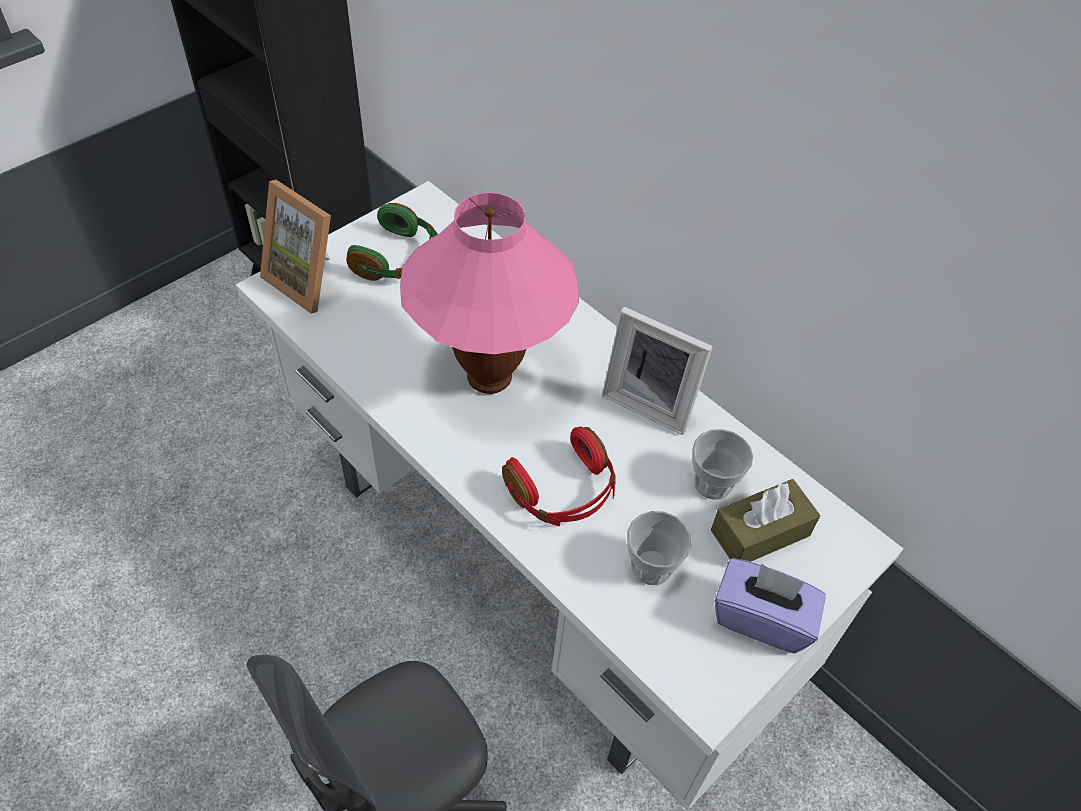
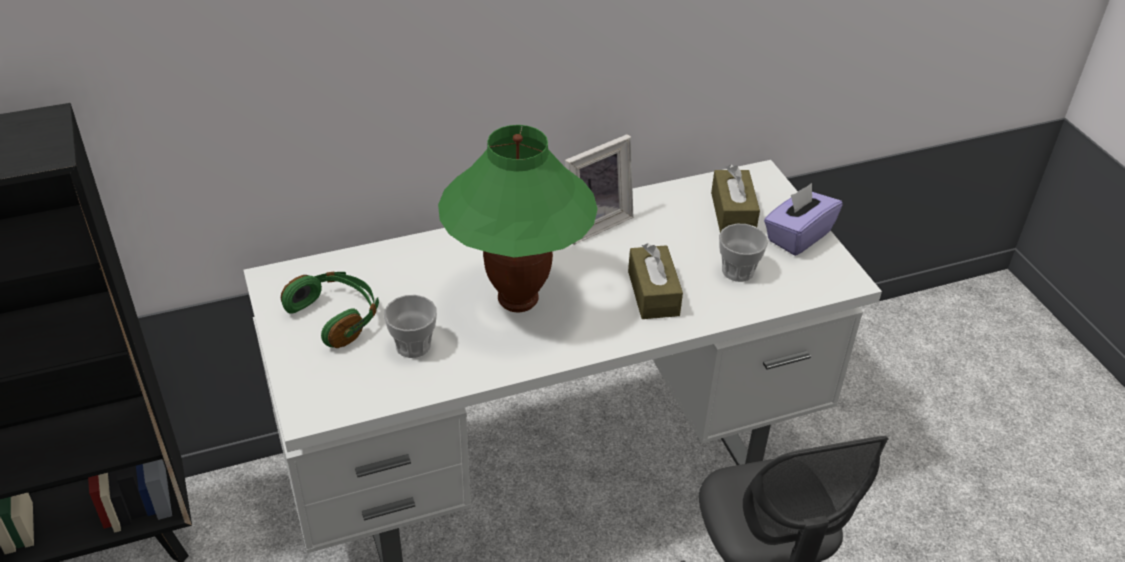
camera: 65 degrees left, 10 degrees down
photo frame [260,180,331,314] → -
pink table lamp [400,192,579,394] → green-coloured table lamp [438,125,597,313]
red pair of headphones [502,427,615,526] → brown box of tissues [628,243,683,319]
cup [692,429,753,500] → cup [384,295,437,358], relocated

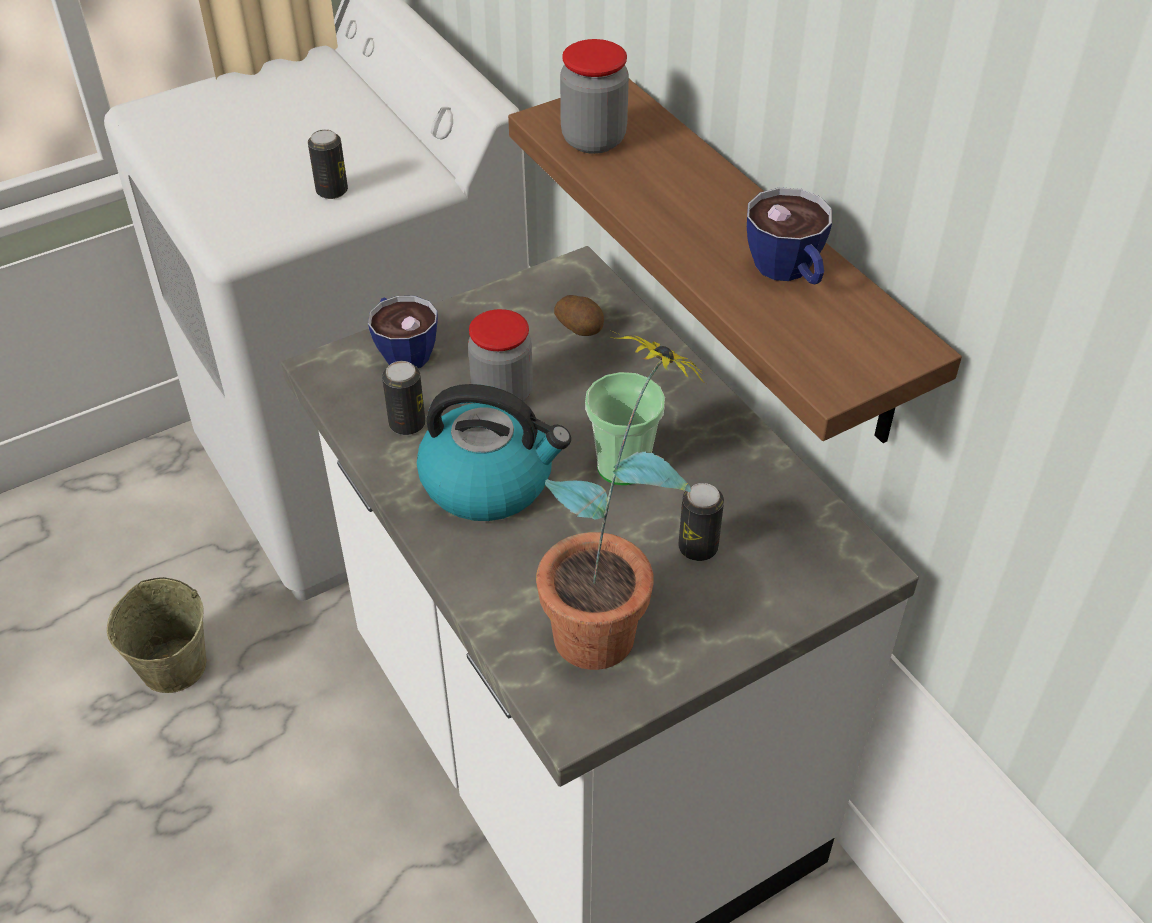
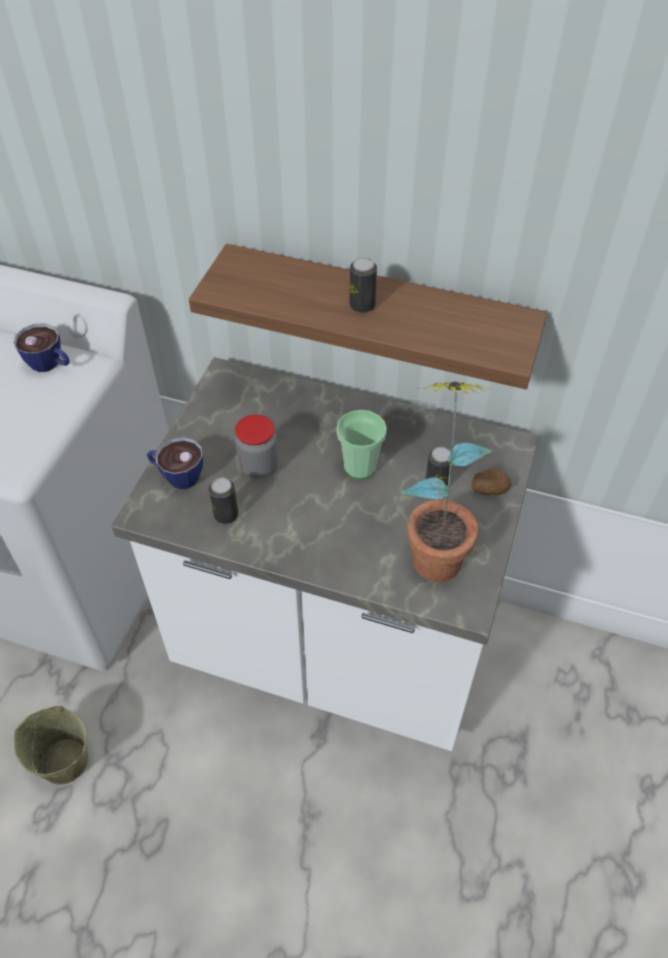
camera: 40 degrees left, 5 degrees up
sealed can [308,129,348,199] → sealed can [349,257,377,313], relocated
water kettle [417,384,571,521] → -
spud [554,295,604,336] → spud [472,469,512,496], relocated
jar [560,39,629,154] → -
cup [747,187,832,284] → cup [13,323,70,372], relocated

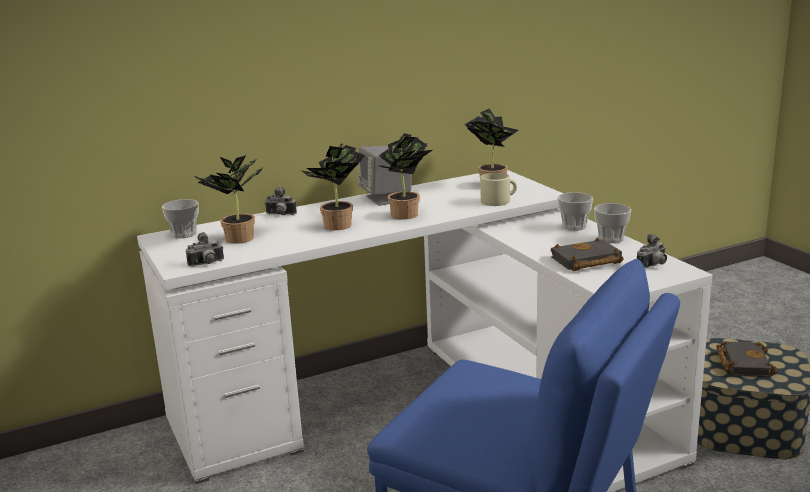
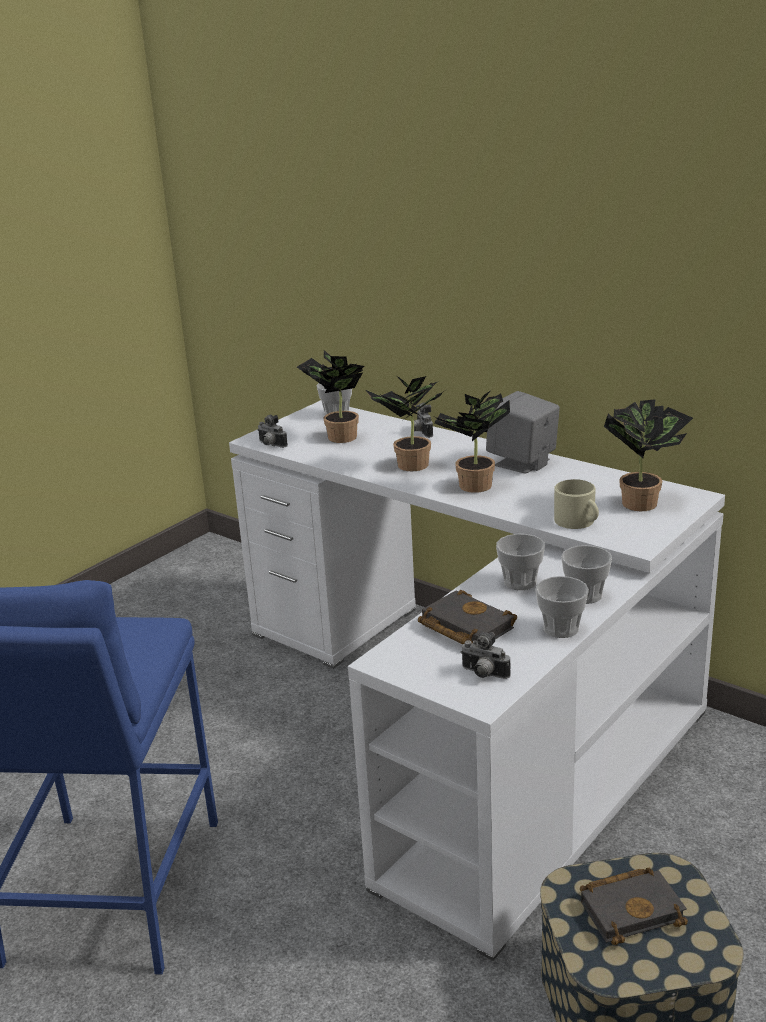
camera: 65 degrees right, 5 degrees up
- → cup [496,534,545,590]

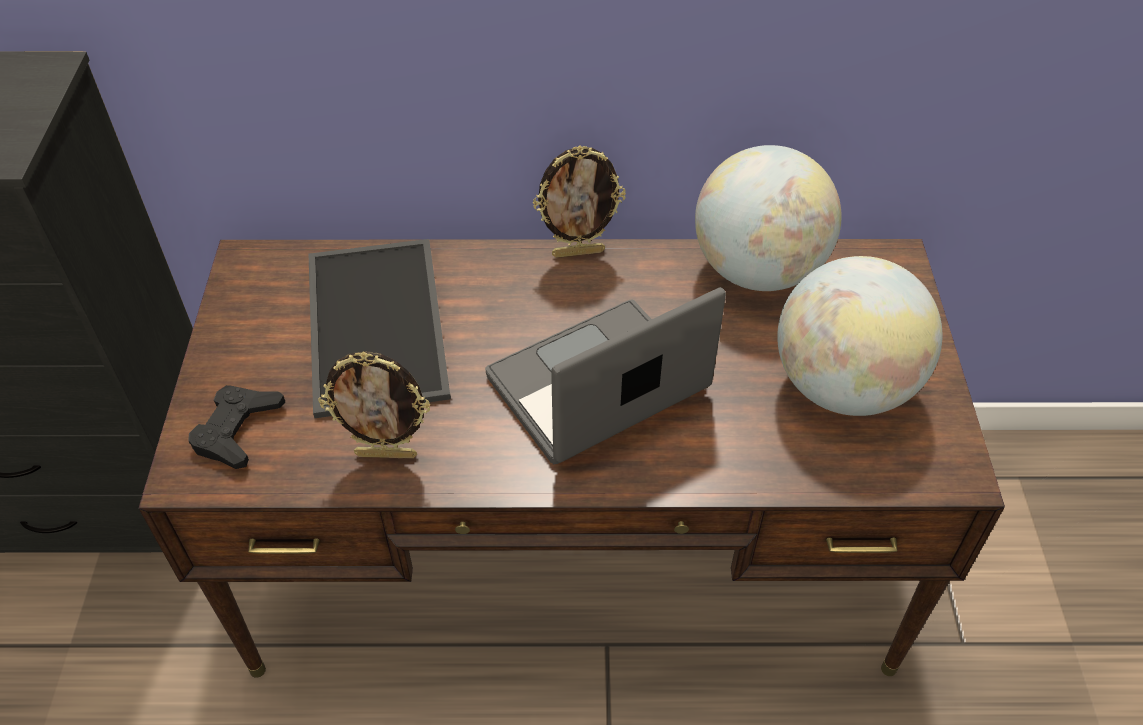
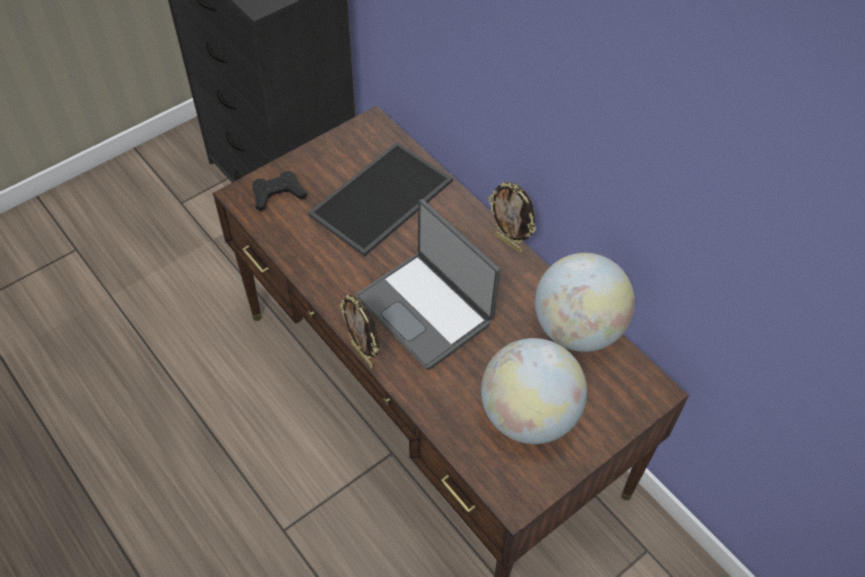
camera: 50 degrees right, 5 degrees up
photo frame [318,351,430,459] → photo frame [339,294,379,368], relocated
laptop [485,287,726,464] → laptop [355,199,500,370], 150 degrees counterclockwise

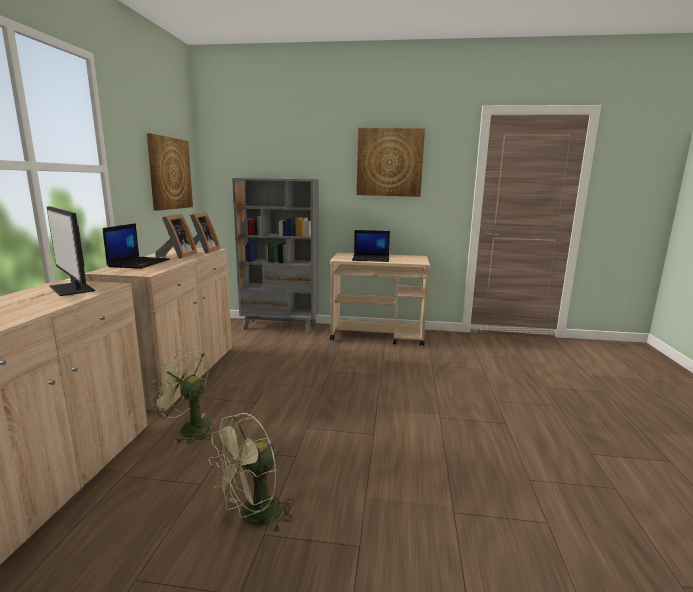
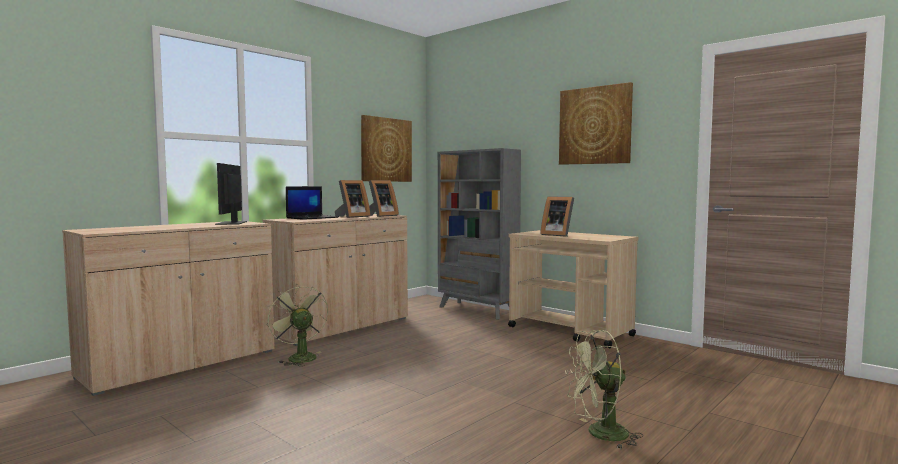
camera: 35 degrees right, 10 degrees down
green-coloured fan [209,413,295,532] → green-coloured fan [565,330,643,449], relocated
laptop [352,230,390,262] → photo frame [540,196,574,237]

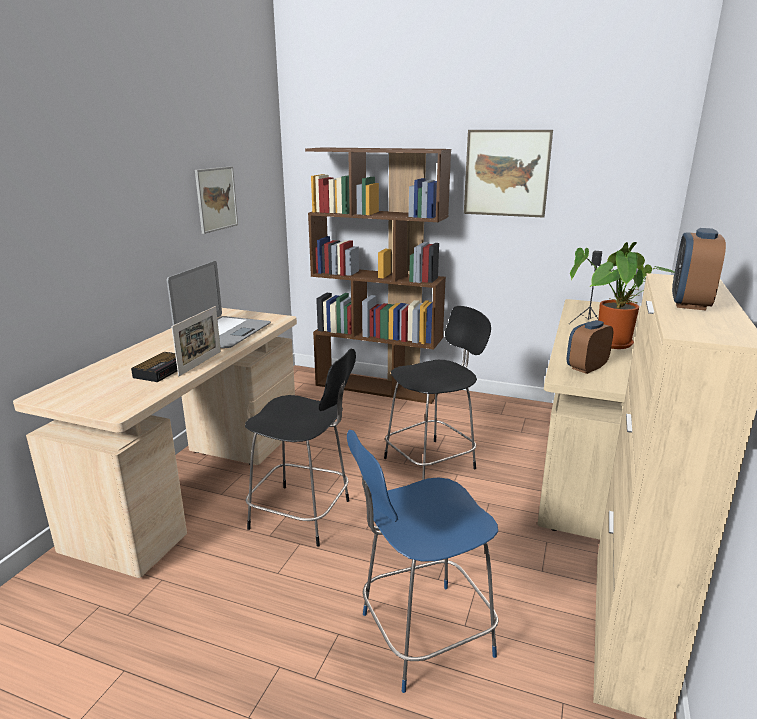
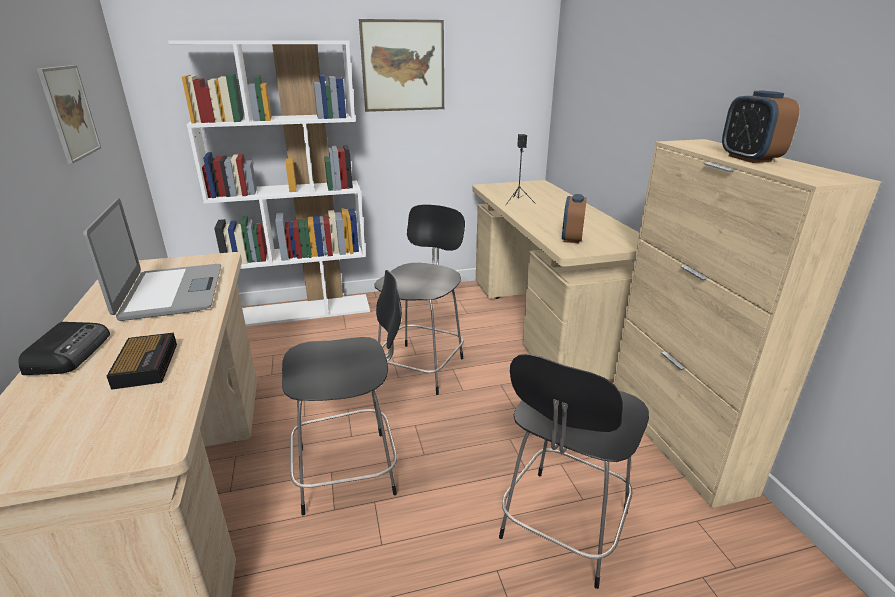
camera: 35 degrees left, 5 degrees up
photo frame [171,306,221,376] → -
brown bookshelf [305,147,451,404] → white bookshelf [168,40,370,327]
blue-coloured plain chair [347,430,498,693] → blackish plain chair [499,354,649,589]
houseplant [570,242,675,349] → -
- → radio receiver [18,322,110,375]

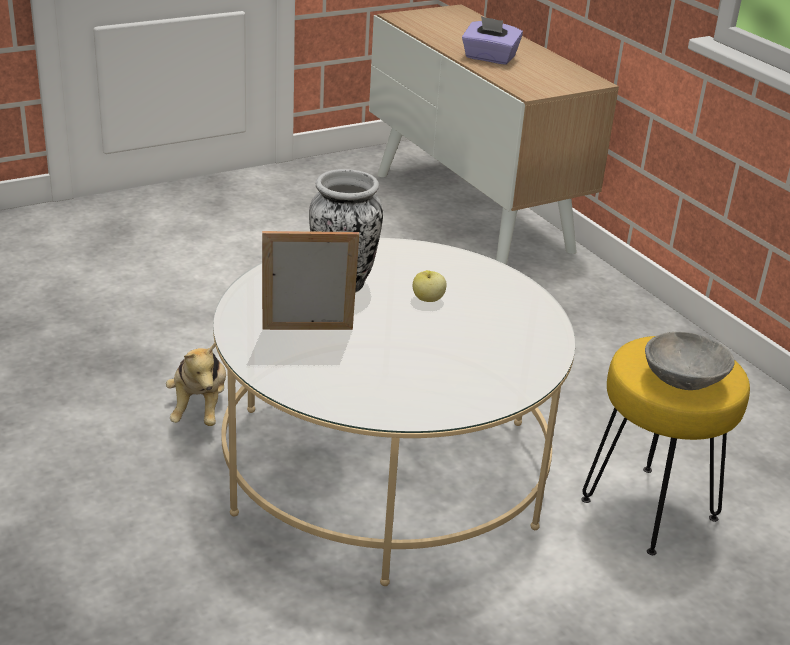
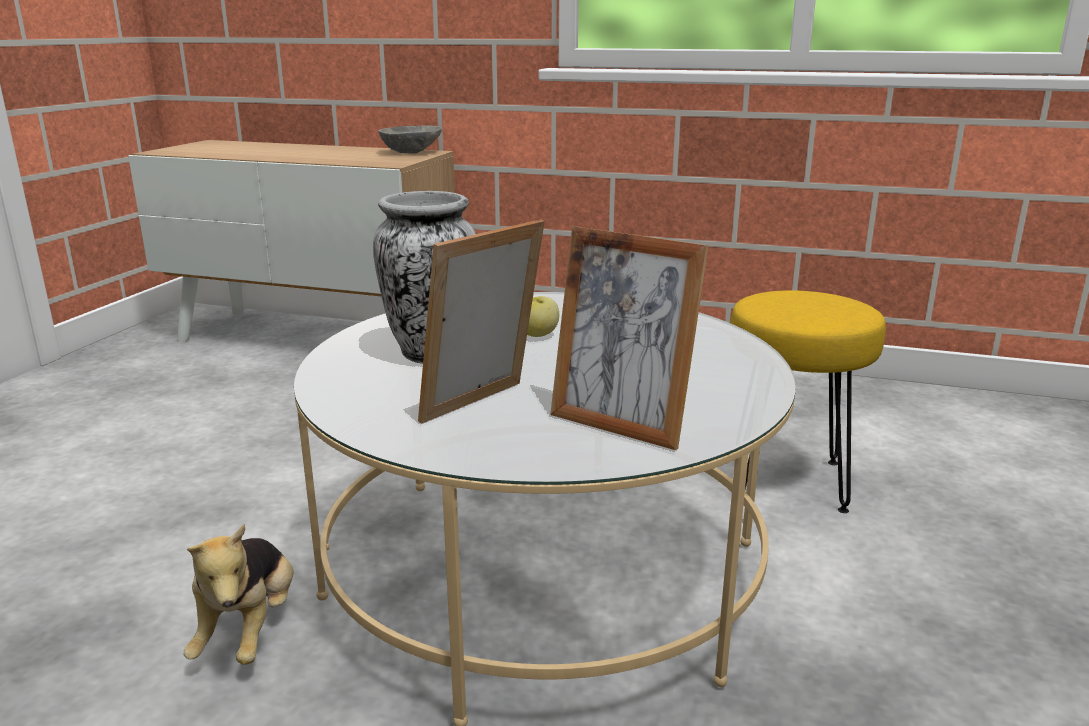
camera: 40 degrees left, 10 degrees down
soft toy [166,343,226,426] → soft toy [184,524,294,665], 45 degrees clockwise
purplish box of tissues [462,16,523,65] → -
greyish deep dish [645,332,735,390] → greyish deep dish [378,126,442,154], relocated
- → photo frame [550,226,709,450]

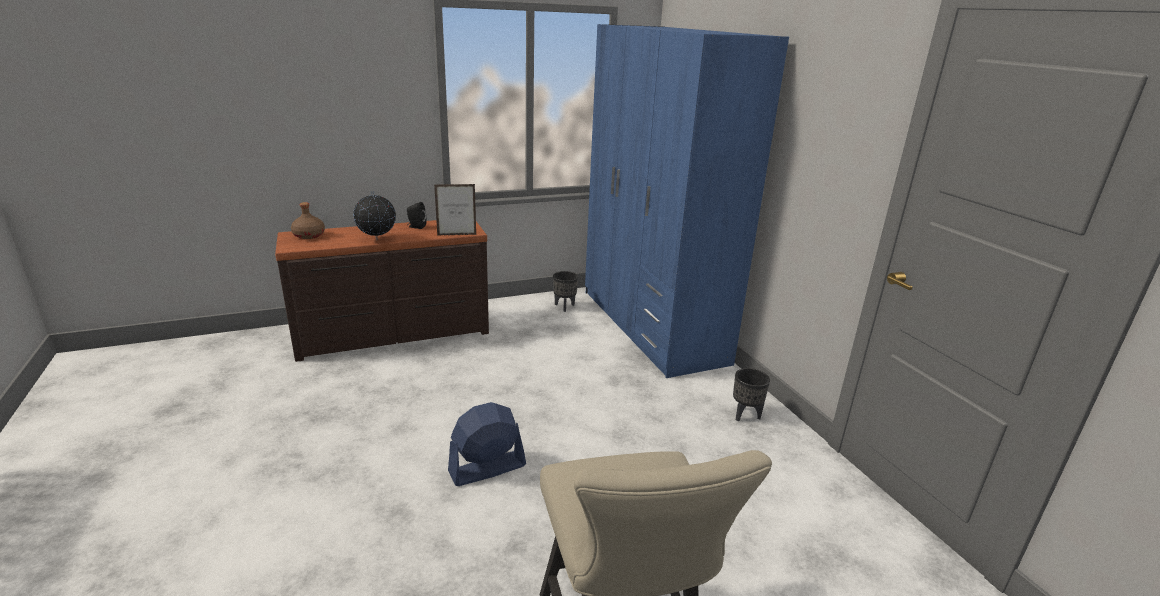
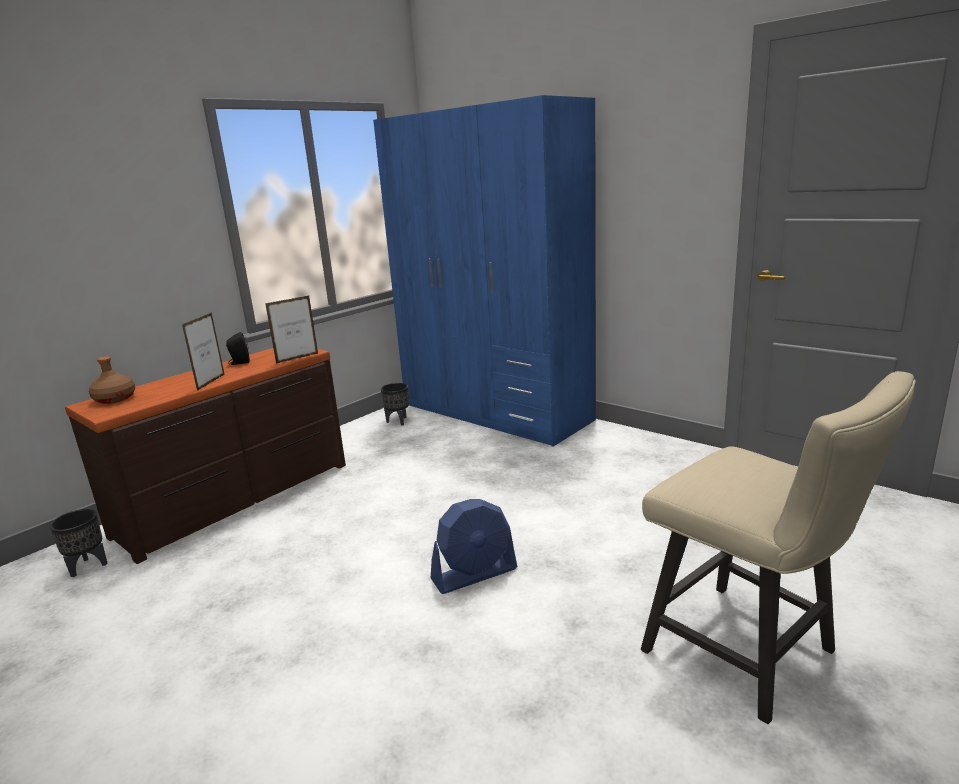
camera: 25 degrees left, 5 degrees down
desk globe [353,191,396,240] → photo frame [182,312,225,391]
blue-coloured fan [448,402,526,486] → blue-coloured fan [431,499,517,594], 150 degrees counterclockwise
blackish plant pot [733,368,770,421] → blackish plant pot [49,509,107,577], relocated

